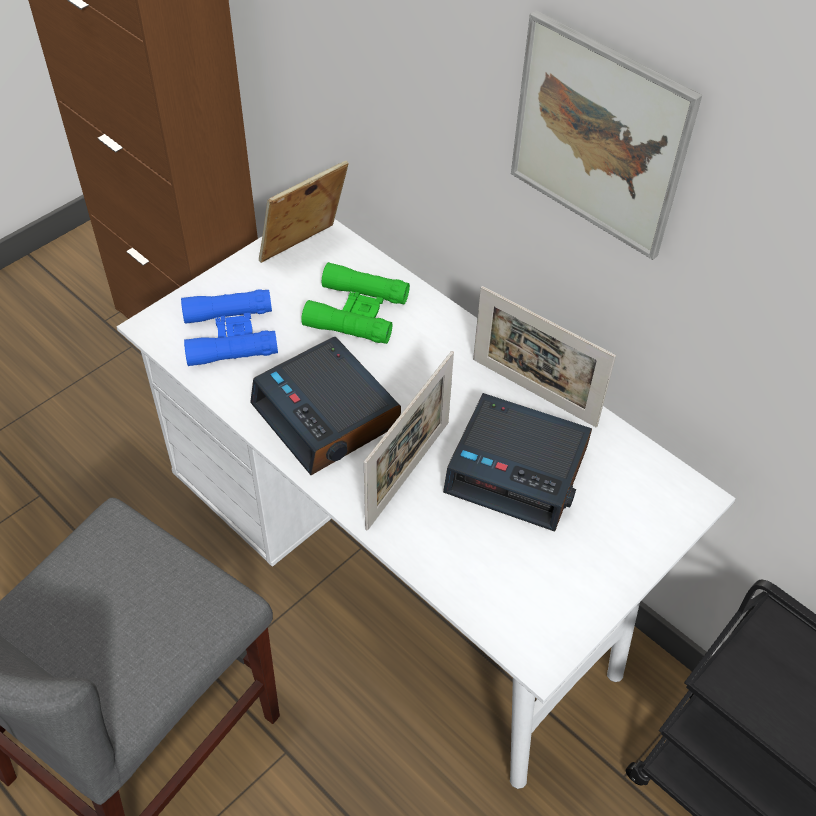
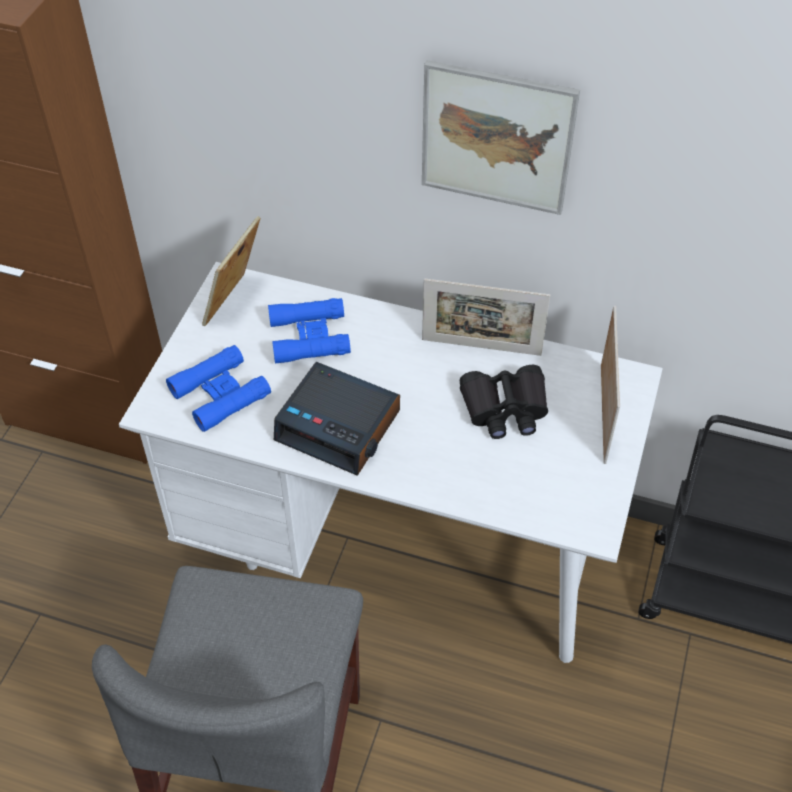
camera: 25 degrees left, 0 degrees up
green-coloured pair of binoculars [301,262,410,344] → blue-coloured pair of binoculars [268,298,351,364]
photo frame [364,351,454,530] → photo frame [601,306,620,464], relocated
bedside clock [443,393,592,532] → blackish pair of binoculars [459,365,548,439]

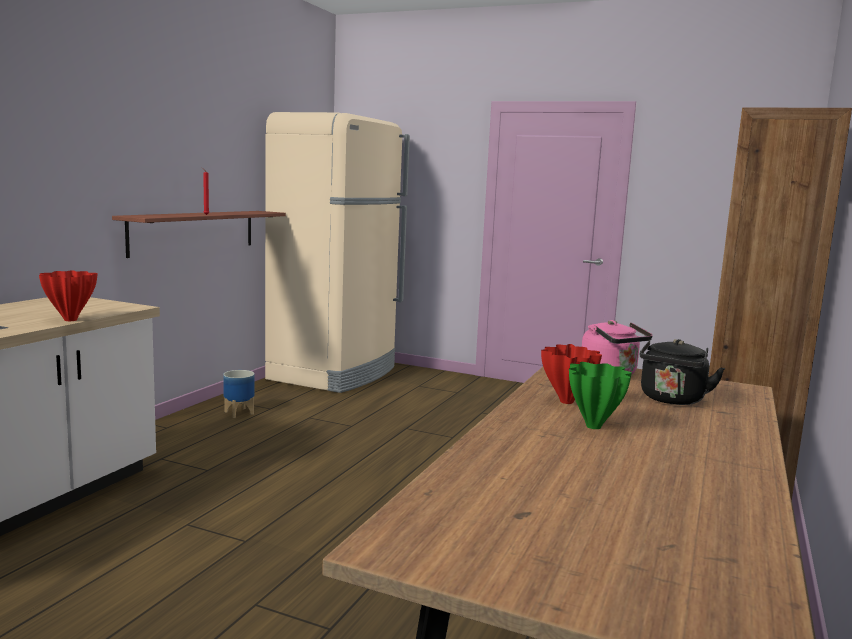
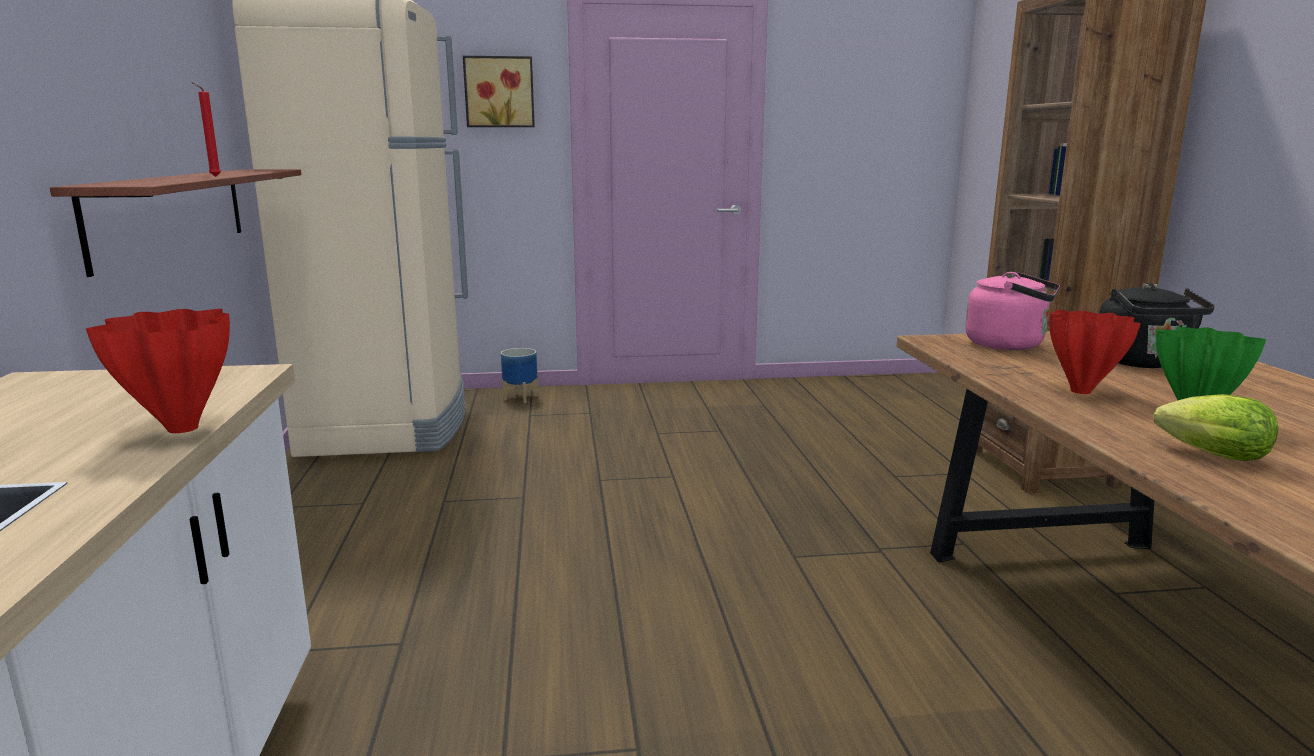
camera: 30 degrees left, 5 degrees up
plant pot [223,370,255,418] → plant pot [501,348,538,403], relocated
- → wall art [463,56,535,127]
- → head of lettuce [1153,394,1278,461]

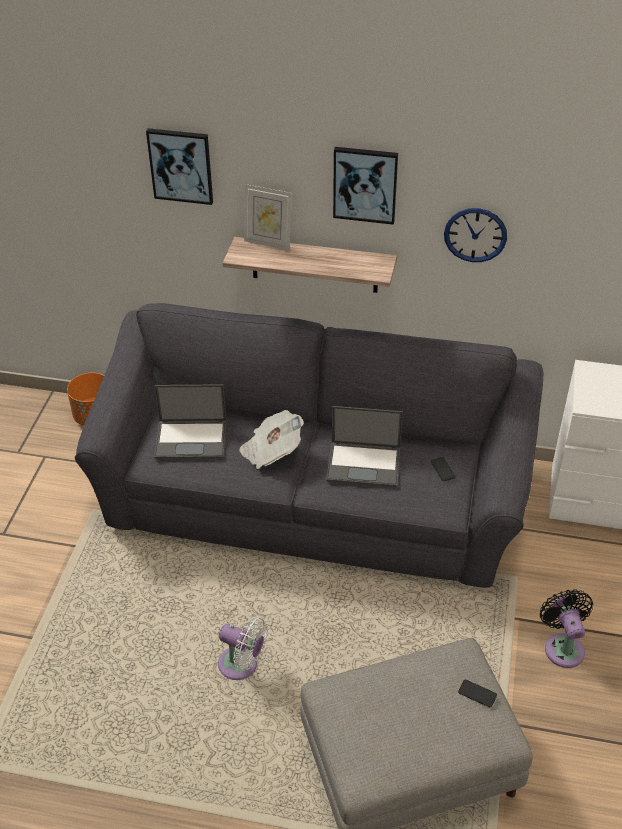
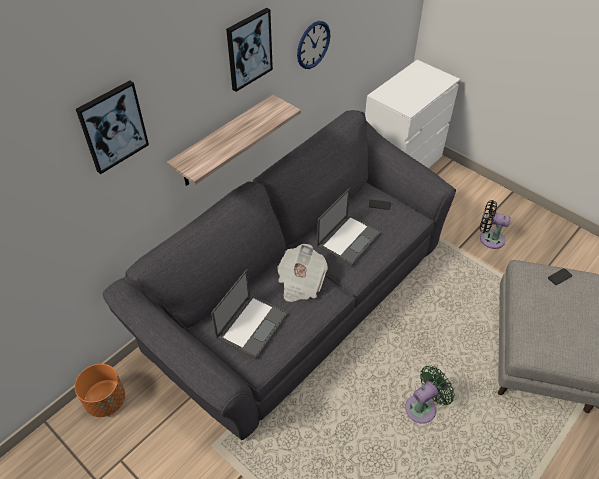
camera: 60 degrees left, 5 degrees up
white fan [218,617,268,680] → green-coloured fan [405,365,455,424]
photo frame [244,184,292,250] → -

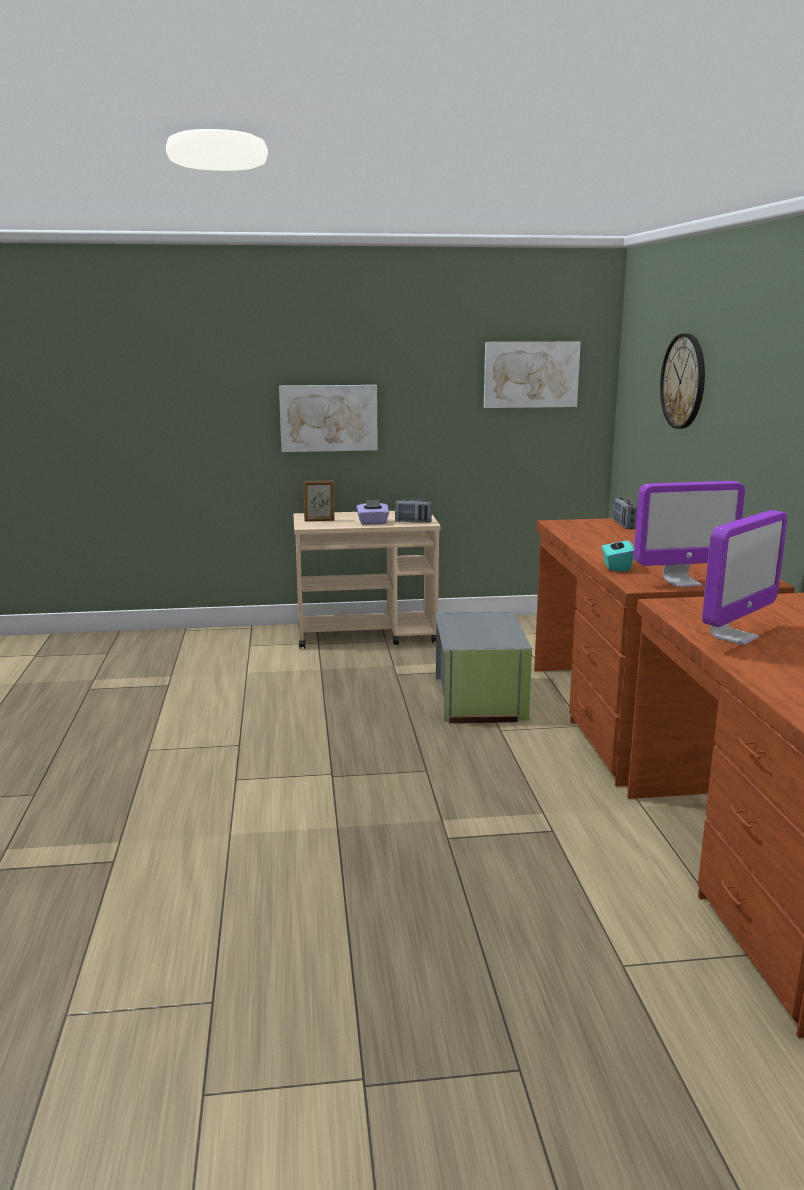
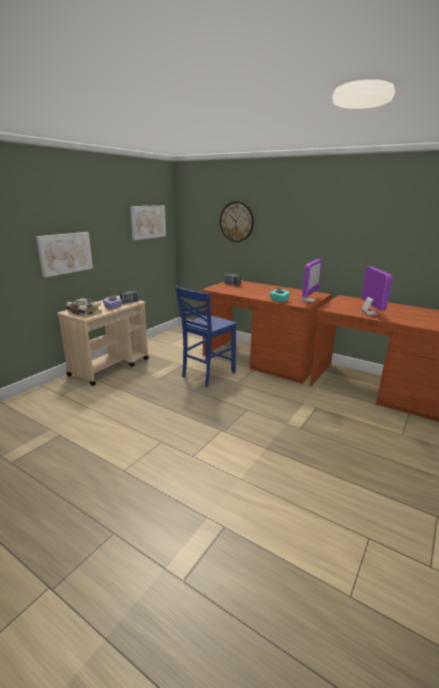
camera: 50 degrees left, 5 degrees up
photo frame [303,480,334,521] → bound book [66,298,102,317]
greyish storage box [435,611,532,723] → blue-coloured plain chair [175,286,237,387]

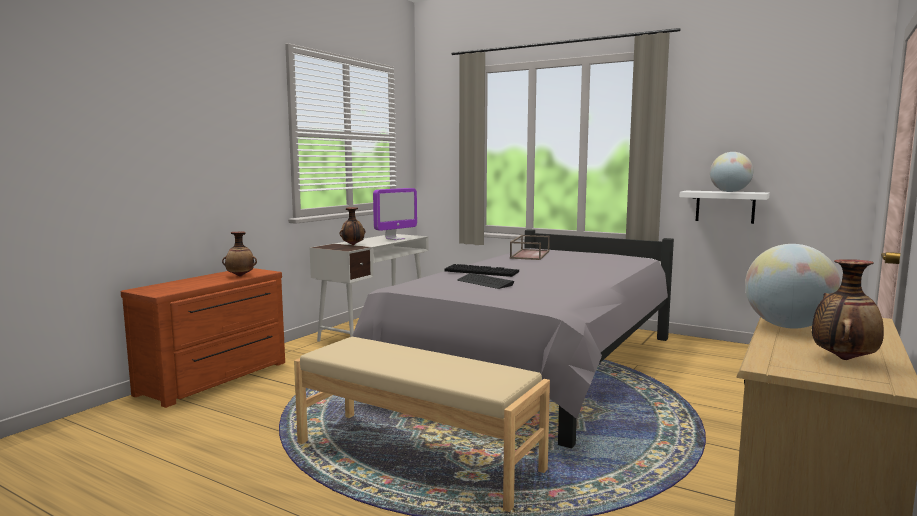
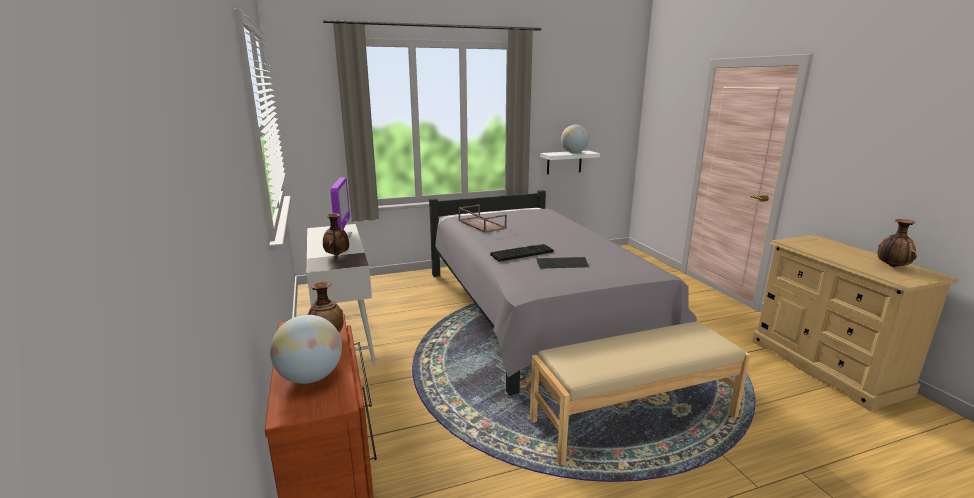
camera: 50 degrees left, 10 degrees up
desk globe [745,244,841,329] → desk globe [270,315,342,384], relocated

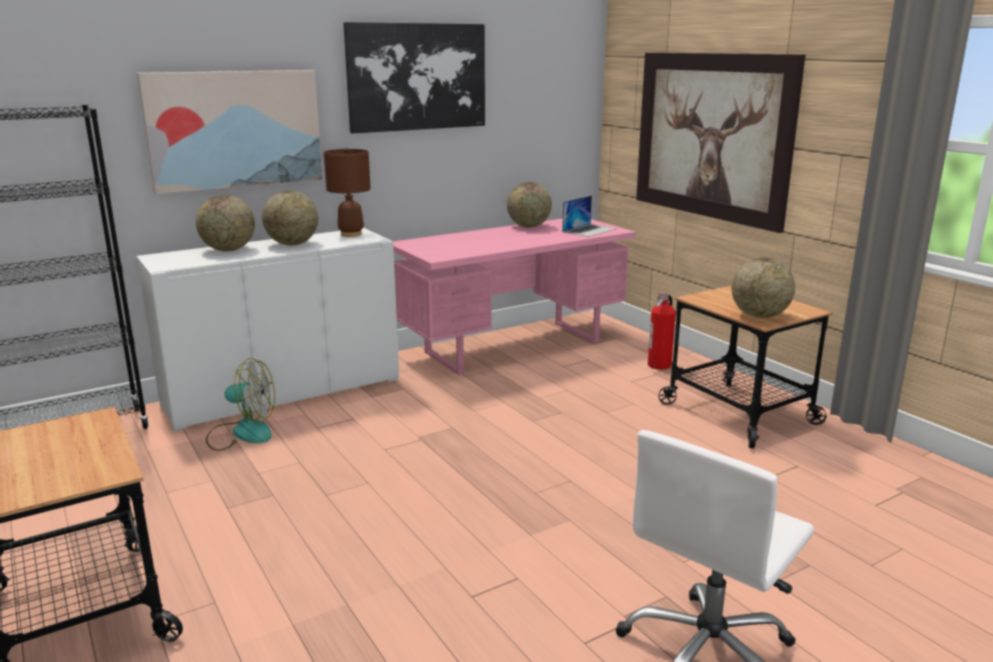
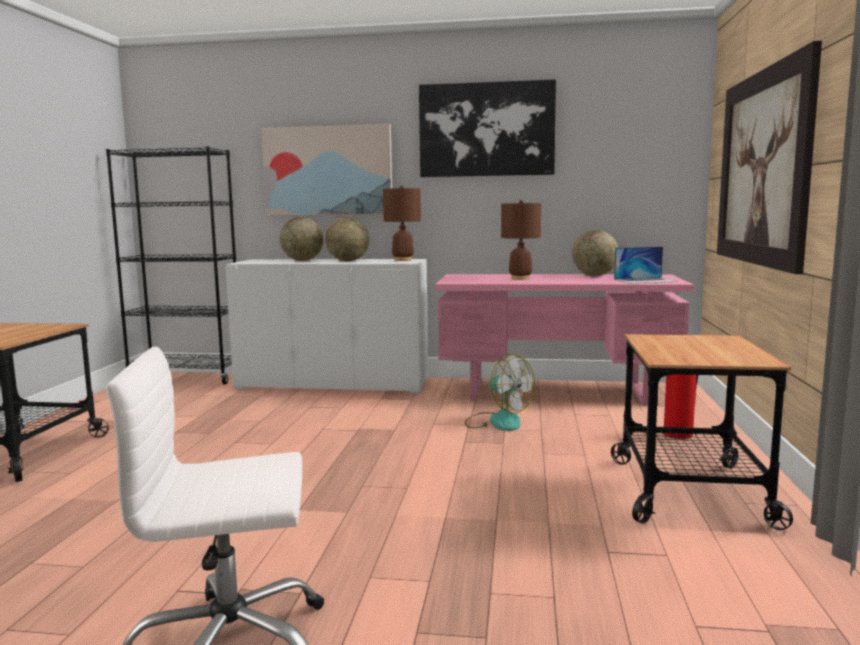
camera: 40 degrees right, 10 degrees down
fan [206,358,275,451] → fan [465,354,535,431], relocated
desk globe [732,257,795,318] → -
- → brown table lamp [501,200,541,280]

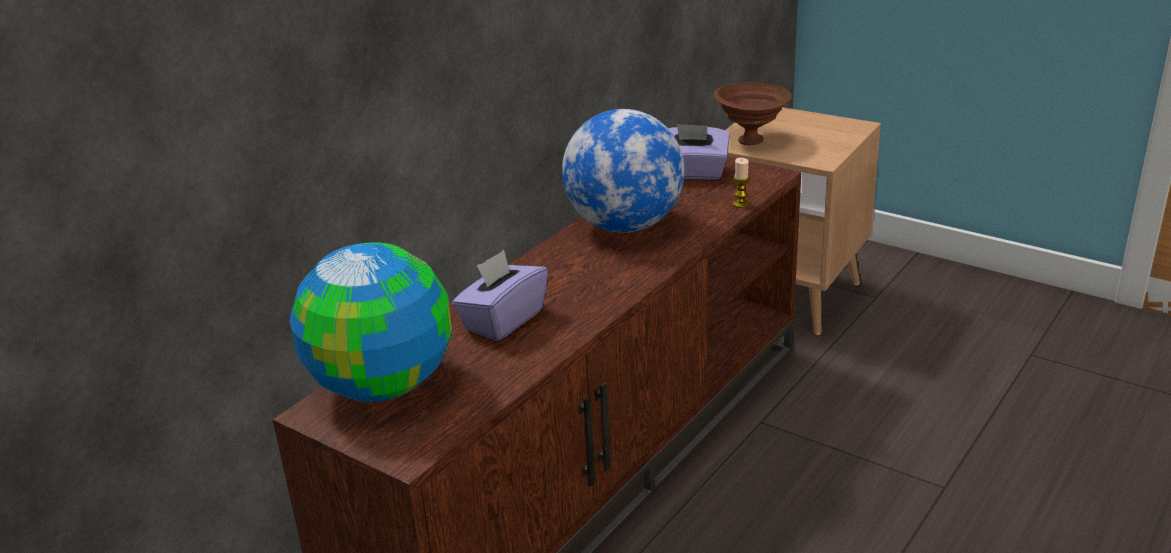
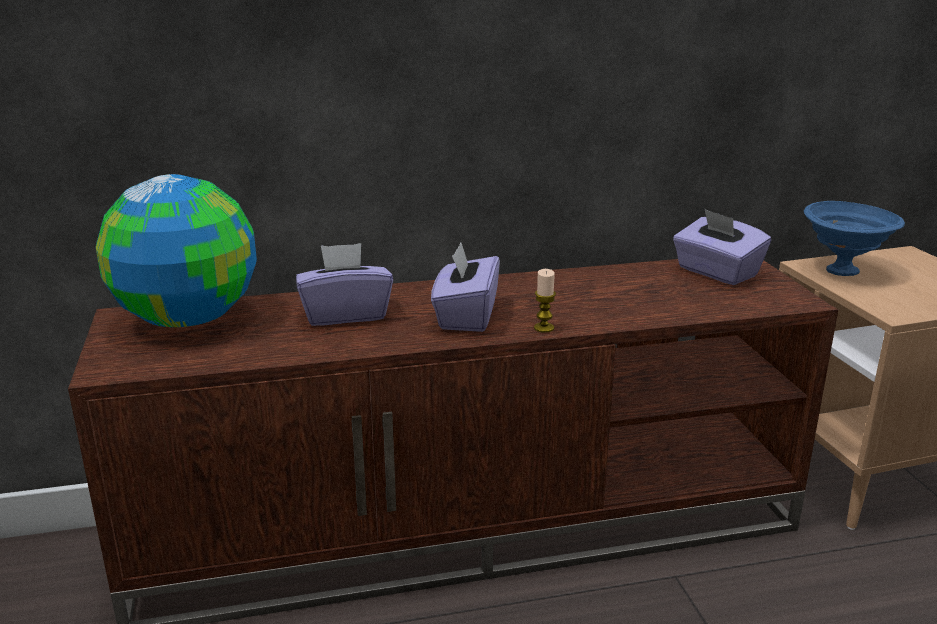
camera: 40 degrees right, 5 degrees down
desk globe [562,109,684,233] → -
brown deep dish [713,82,792,145] → blue-coloured deep dish [804,201,905,276]
candle [733,158,750,208] → candle [534,269,556,333], relocated
- → purplish box of tissues [431,243,500,332]

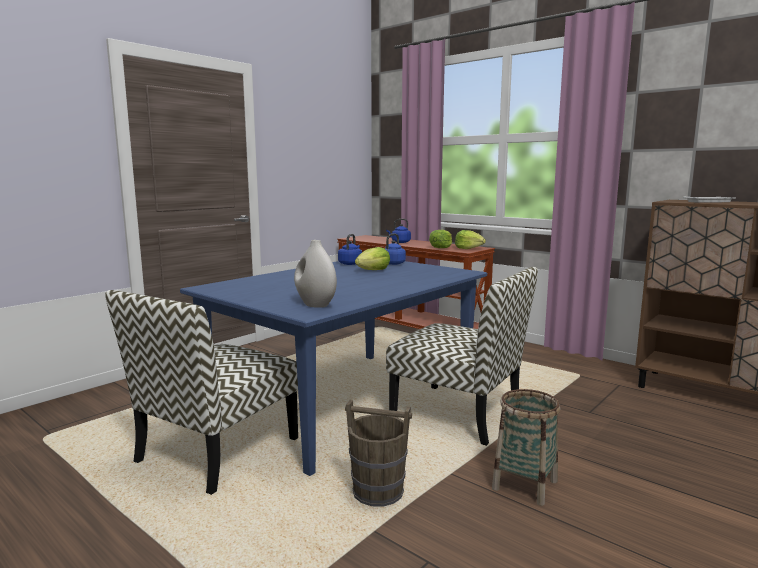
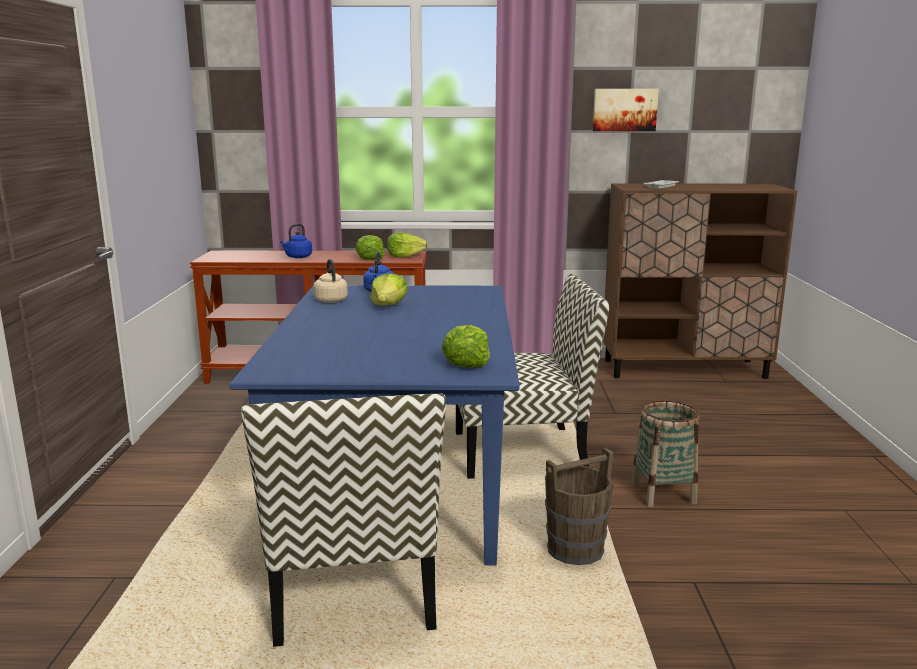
camera: 40 degrees left, 5 degrees up
white vase [294,240,337,308] → head of lettuce [442,325,490,368]
blue-coloured water kettle [338,234,362,265] → sand-coloured water kettle [314,259,348,303]
- → wall art [593,89,659,131]

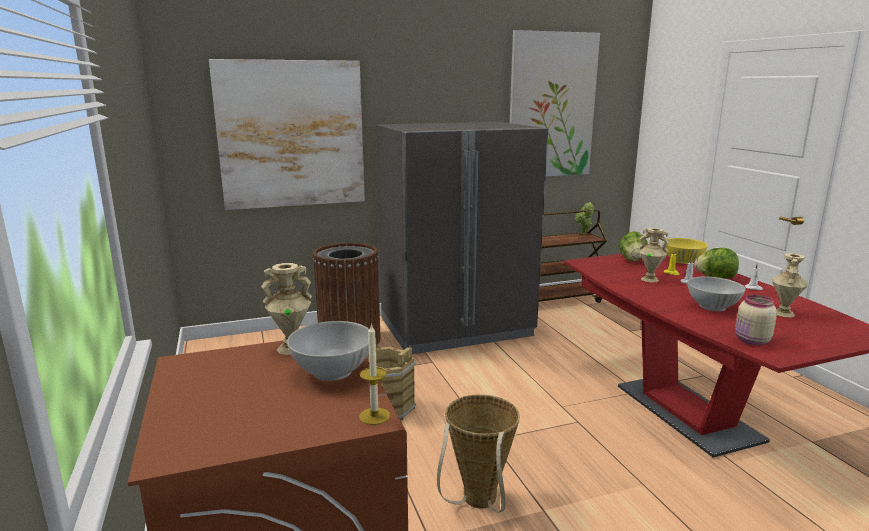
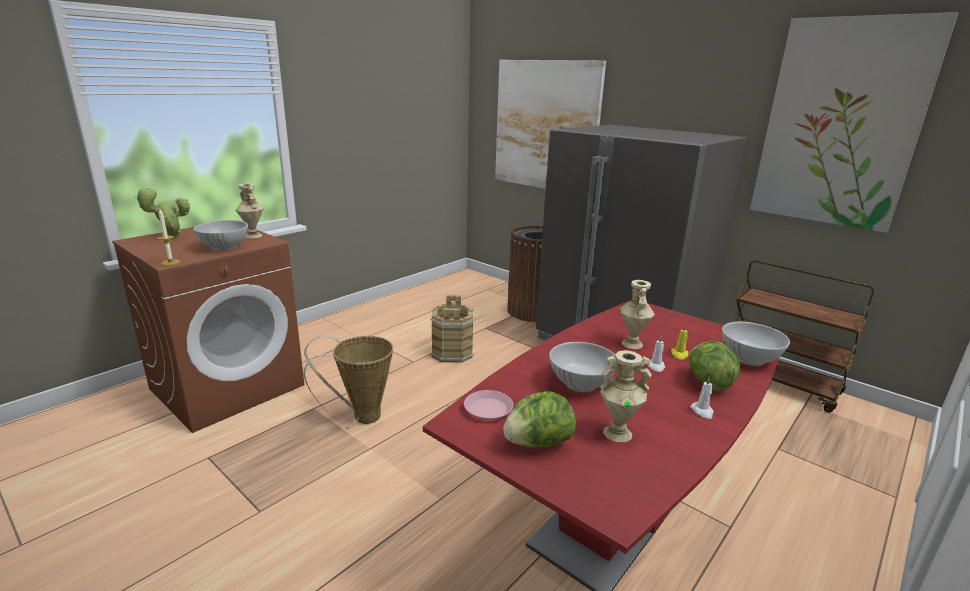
camera: 60 degrees right, 5 degrees up
houseplant [575,202,594,234] → houseplant [135,187,190,238], relocated
head of lettuce [619,231,648,262] → head of lettuce [503,391,576,447], relocated
yellow deep dish [663,238,708,264] → white deep dish [722,322,790,366]
sand-coloured jar [735,295,777,345] → pink plate [464,390,513,420]

